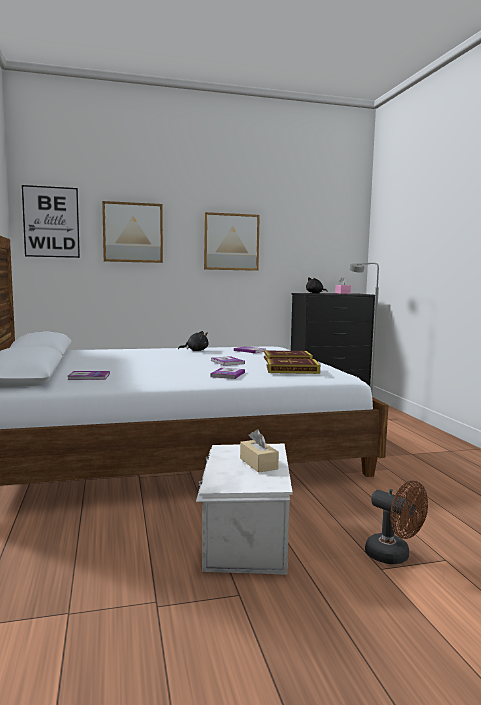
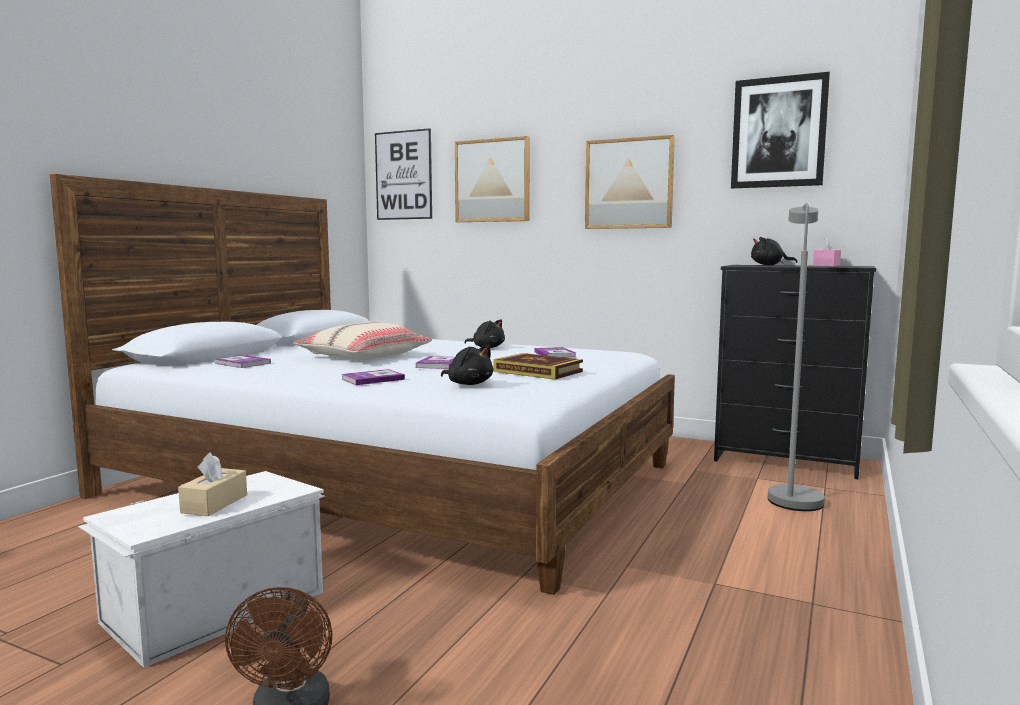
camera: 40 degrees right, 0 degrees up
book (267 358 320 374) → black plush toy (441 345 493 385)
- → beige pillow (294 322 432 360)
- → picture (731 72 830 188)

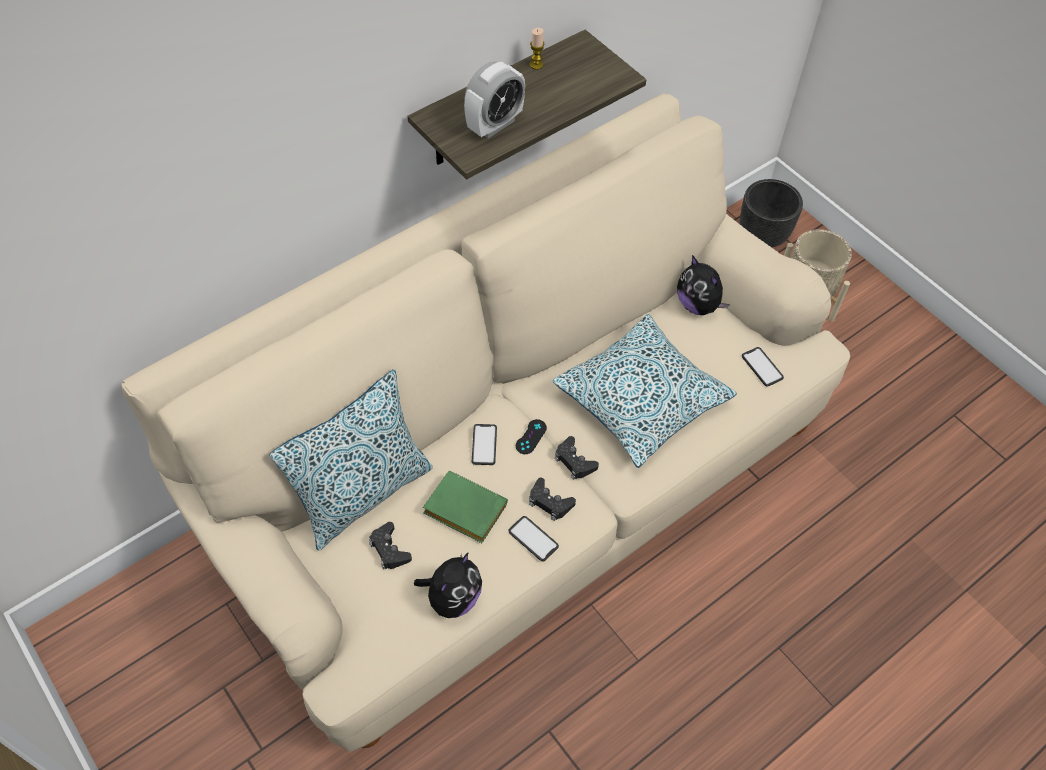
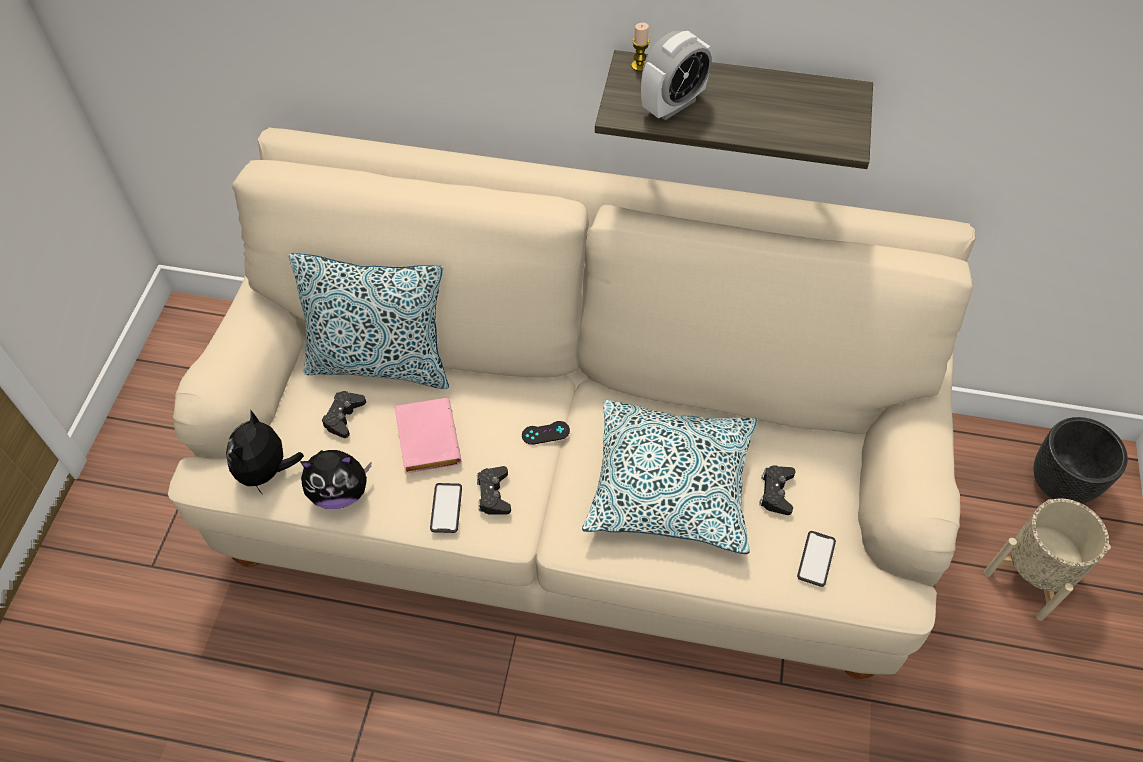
camera: 50 degrees right, 0 degrees up
green book (423 471 508 543) → pink book (394 398 462 474)
alarm clock (464 61 525 138) → alarm clock (641 31 712 120), 45 degrees counterclockwise
phone (472 424 497 465) → -
candle (530 28 544 70) → candle (631 23 649 71), shifted
black game controller (555 436 599 479) → black game controller (759 465 796 515), shifted
plush toy (677 255 730 315) → plush toy (226 409 304 492), shifted

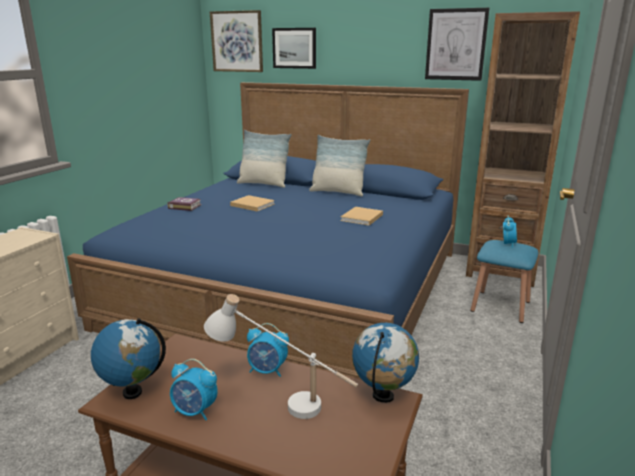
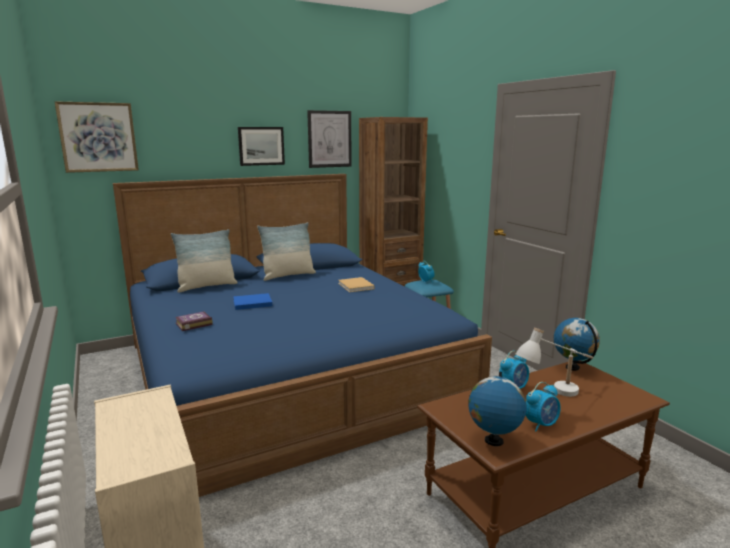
camera: 50 degrees left, 5 degrees down
beige book (230 195 275 211) → blue book (233 293 272 310)
picture (272 28 316 69) → picture (238 127 285 166), shifted

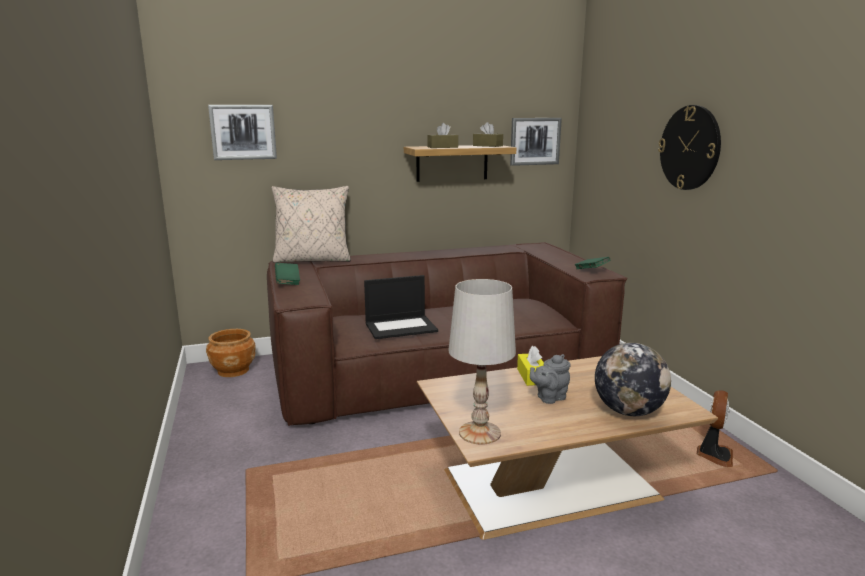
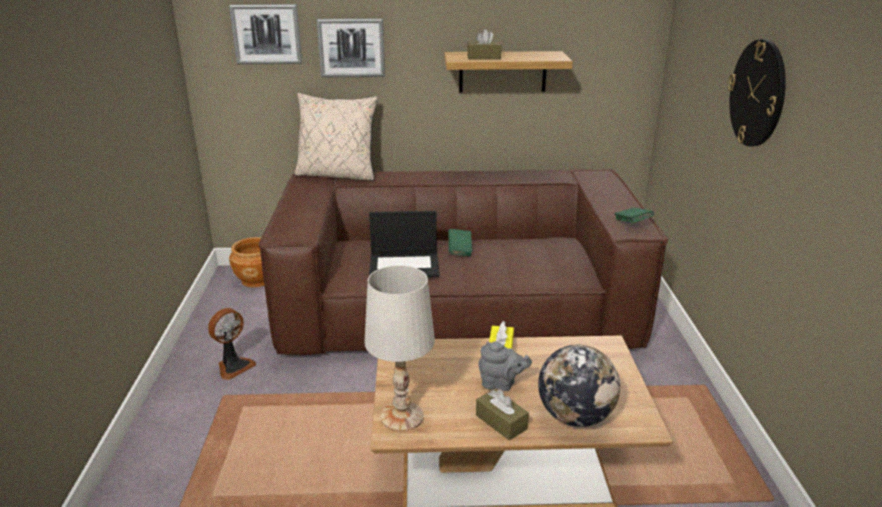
camera: 15 degrees right, 10 degrees up
green book (275 263 300 285) → green book (448 229 472 256), shifted
brown tissue box (473 122 503 147) → brown tissue box (476 389 529 440), shifted
picture (510 118 562 166) → picture (316 18 385 77), shifted
grey teapot (530 354 570 404) → grey teapot (478 341 532 391), 150 degrees counterclockwise
fan (697 390 733 467) → fan (208 308 256 380), shifted

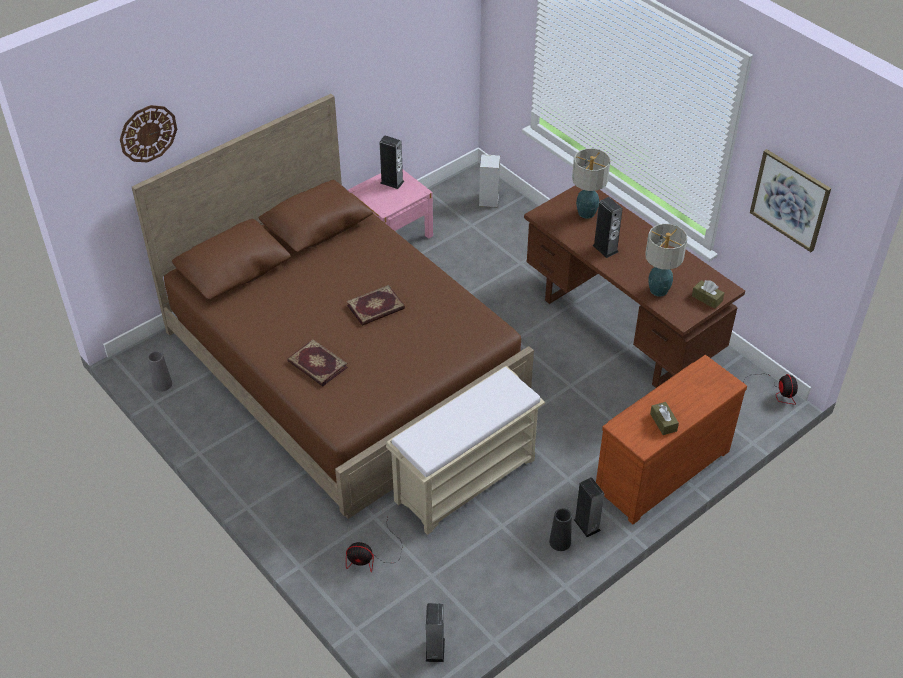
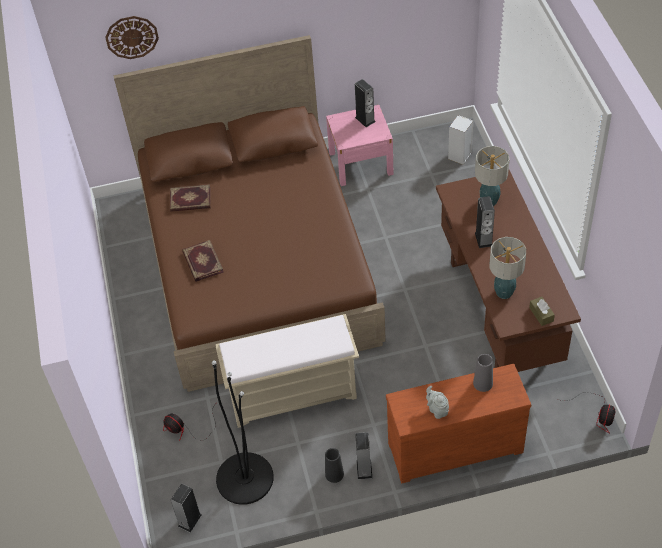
camera: 30 degrees right, 5 degrees up
grey vase (148 351 172 392) → grey vase (473 354 493 392), shifted
book (347 285 405 326) → book (170 184 211 212), shifted
brown tissue box (650 402 679 435) → grey teapot (426 386 449 419)
picture (750 149 831 252) → -
- → black floor lamp (212 360 274 505)

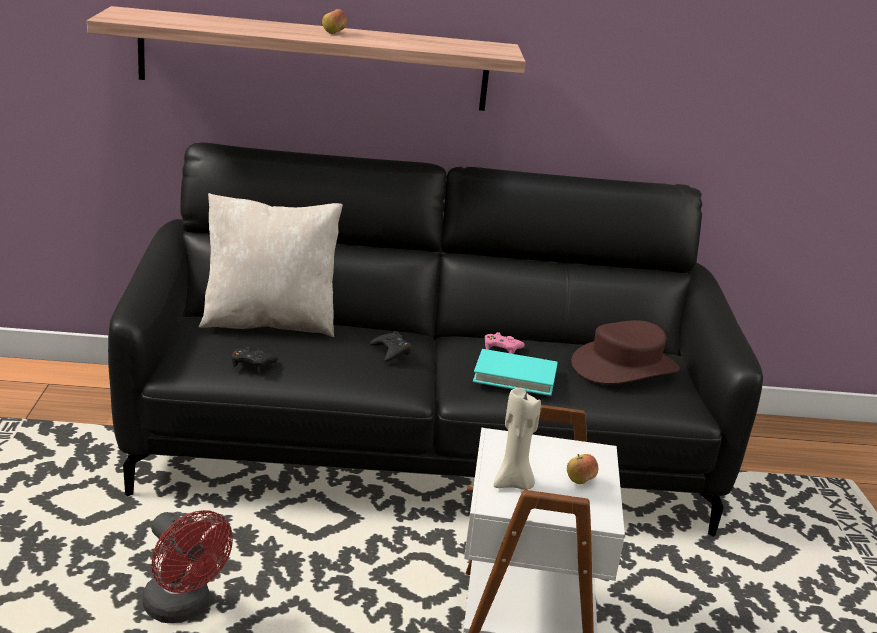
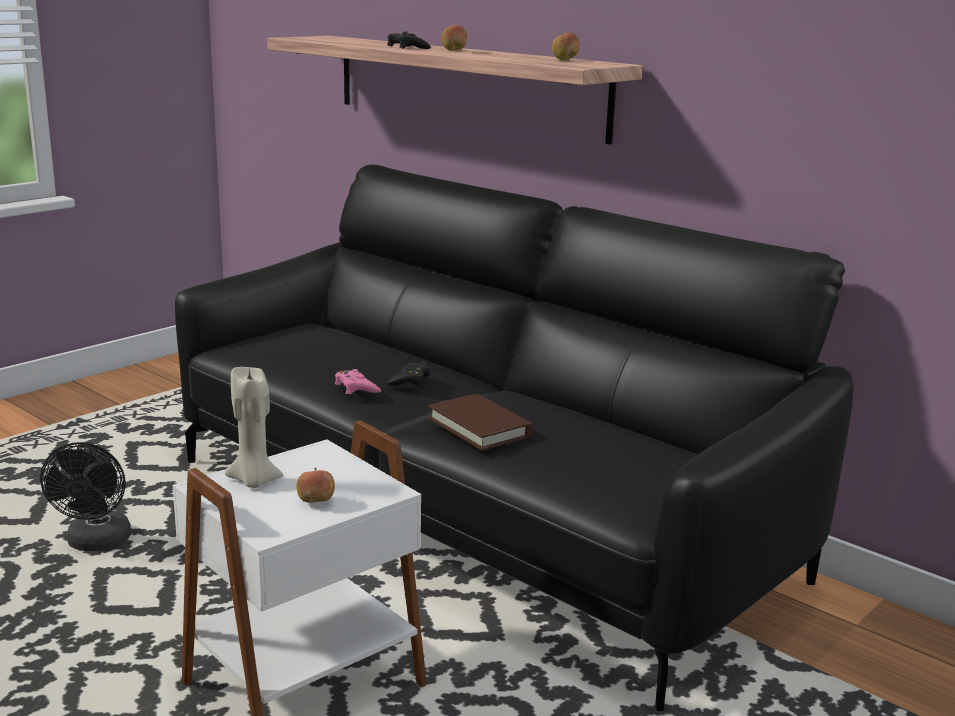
camera: 45 degrees right, 5 degrees down
red fan (142 510 233 623) → black fan (40 442 131 551)
beige pillow (199 193 343 337) → -
black game controller (232 347 278 372) → black game controller (387 32 431 49), shifted
turquoise book (473 349 558 396) → brown book (428 394 534 451)
pink game controller (485 332 525 354) → pink game controller (335 369 381 394), shifted
brown hat (571 320 680 384) → -
- → apple (552 32 580 60)

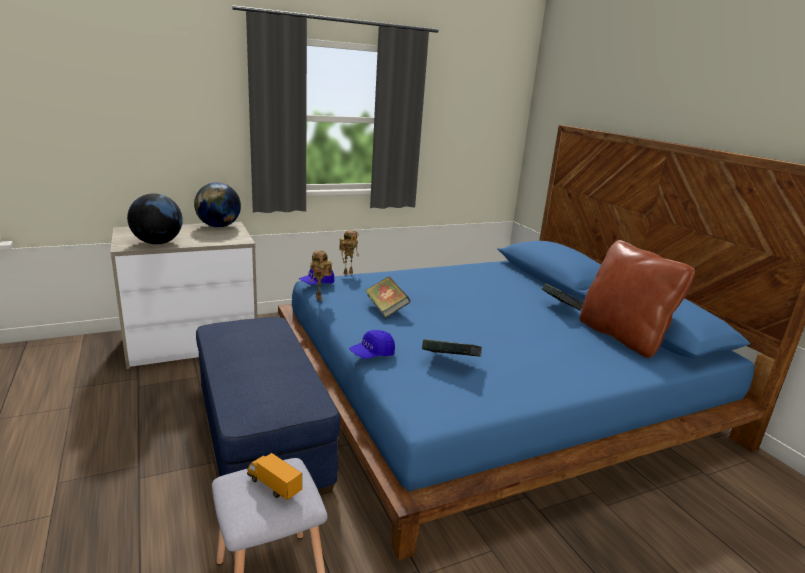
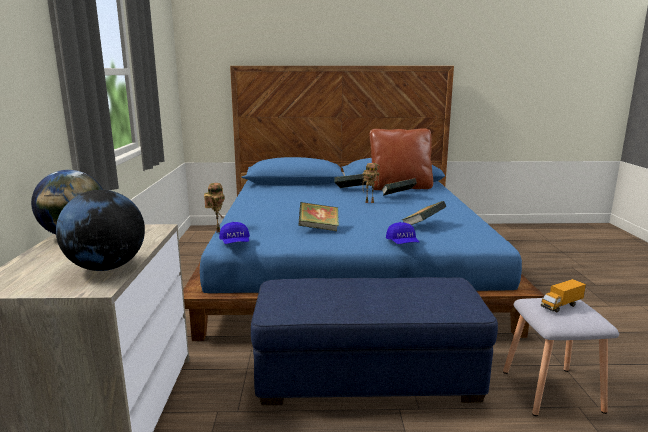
camera: 65 degrees left, 5 degrees down
toy robot (310 250 332 301) → toy robot (362 163 380 203), shifted
- → book (381 178 417 196)

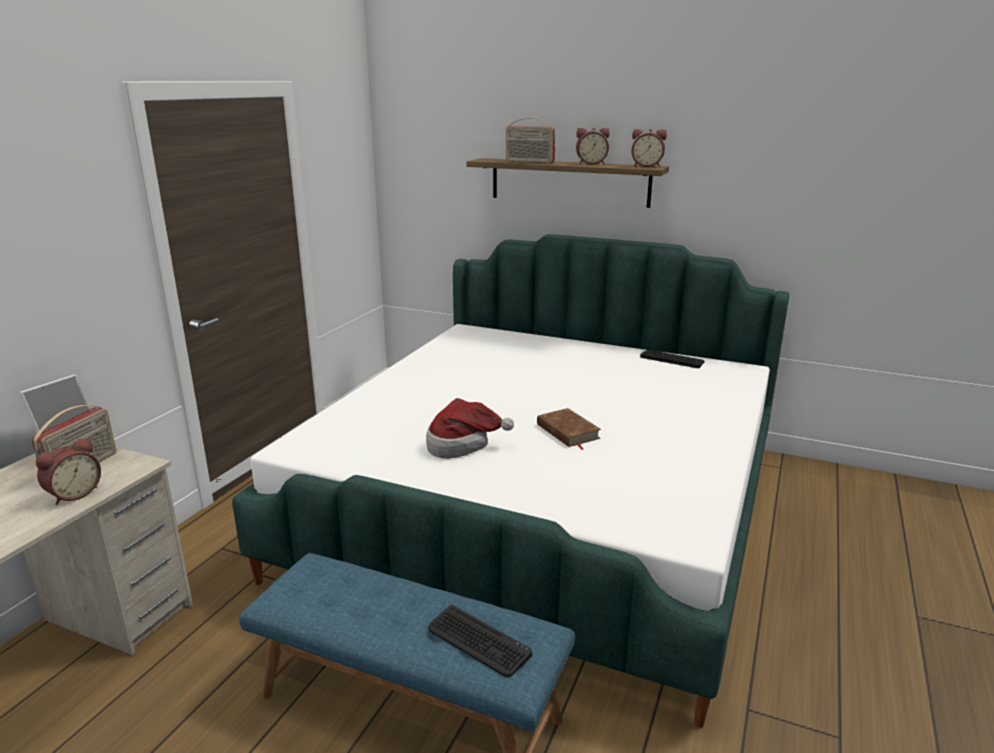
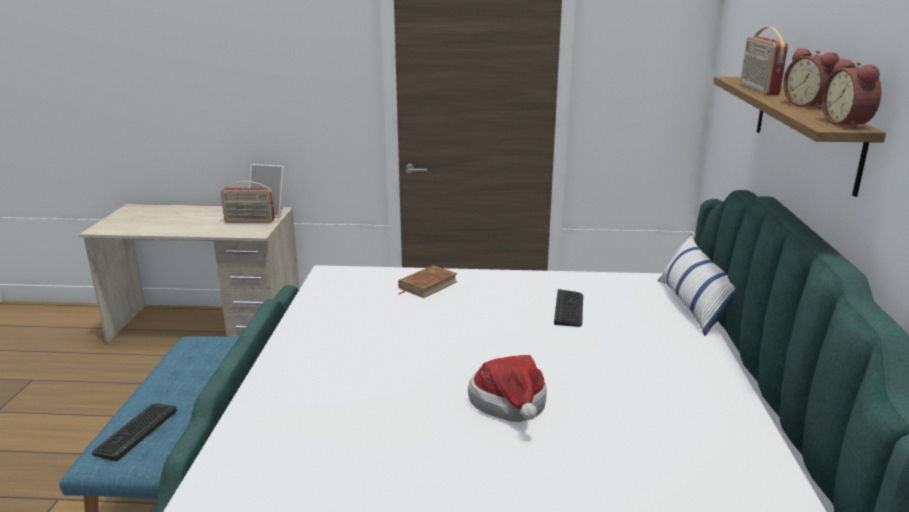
camera: 70 degrees right, 0 degrees up
alarm clock (36 437 101 505) → -
hat (426 398 514 459) → hat (468 355 547 422), shifted
brown book (537 408 601 450) → brown book (397 265 458 298), shifted
keyboard (640 350 705 368) → keyboard (554 289 583 327), shifted
- → pillow (658 234 736 336)

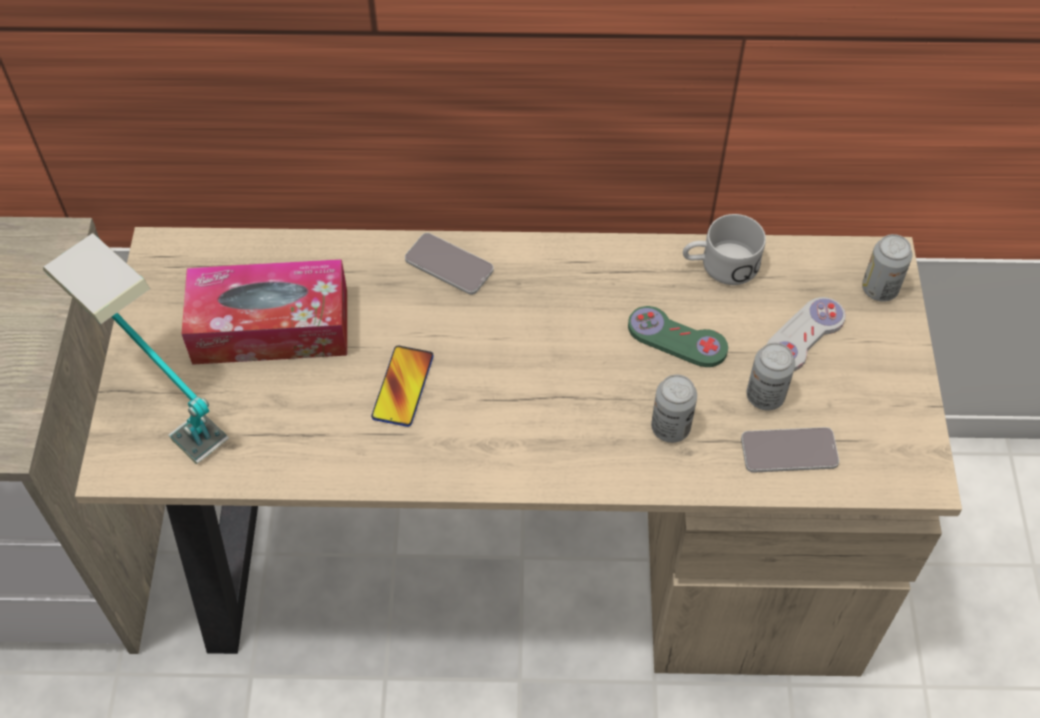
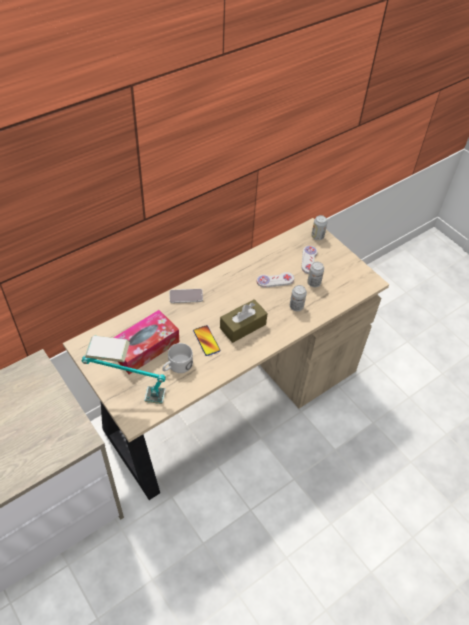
camera: 40 degrees left, 5 degrees down
green game controller (628 306 728 367) → white game controller (257 272 294 288)
white mug (683 214 766 285) → white mug (162 343 193 373), shifted
phone (741 427 839 473) → -
- → brown tissue box (220 299 268 343)

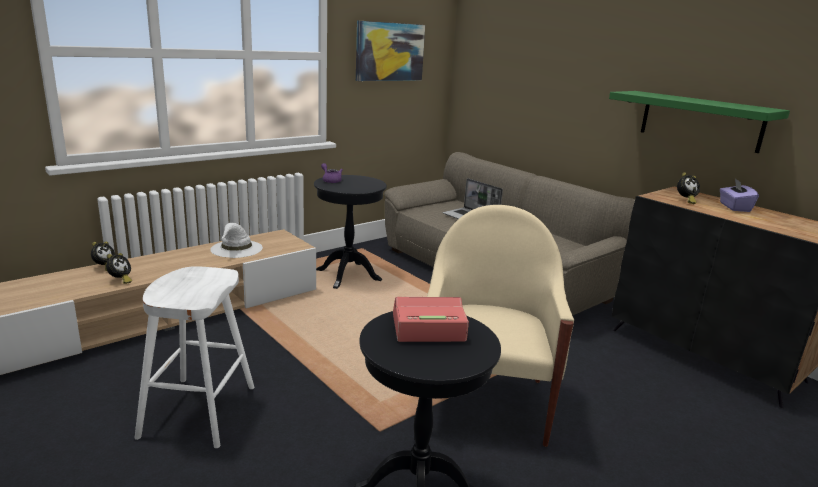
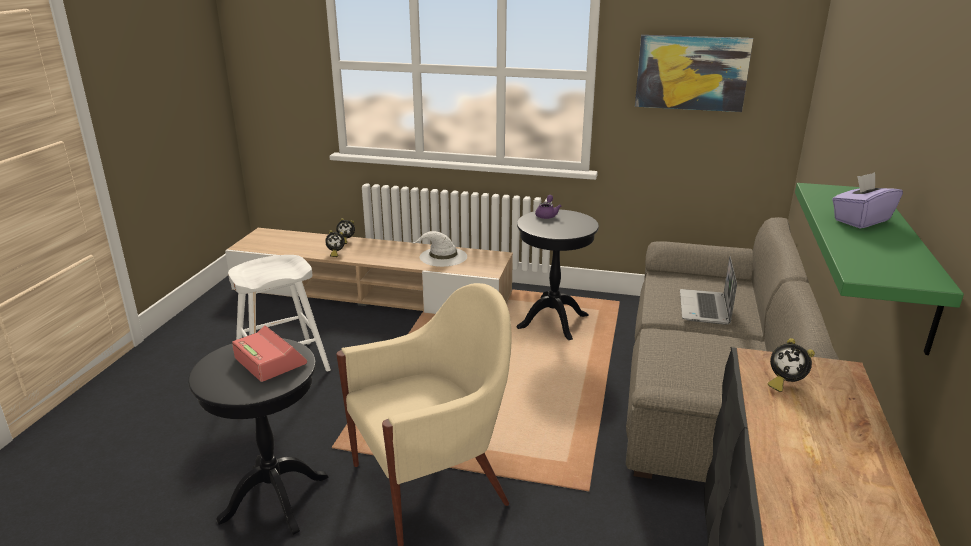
camera: 55 degrees right, 5 degrees up
purple tissue box (720 179 759 212) → purple tissue box (832 172 903 228), shifted

